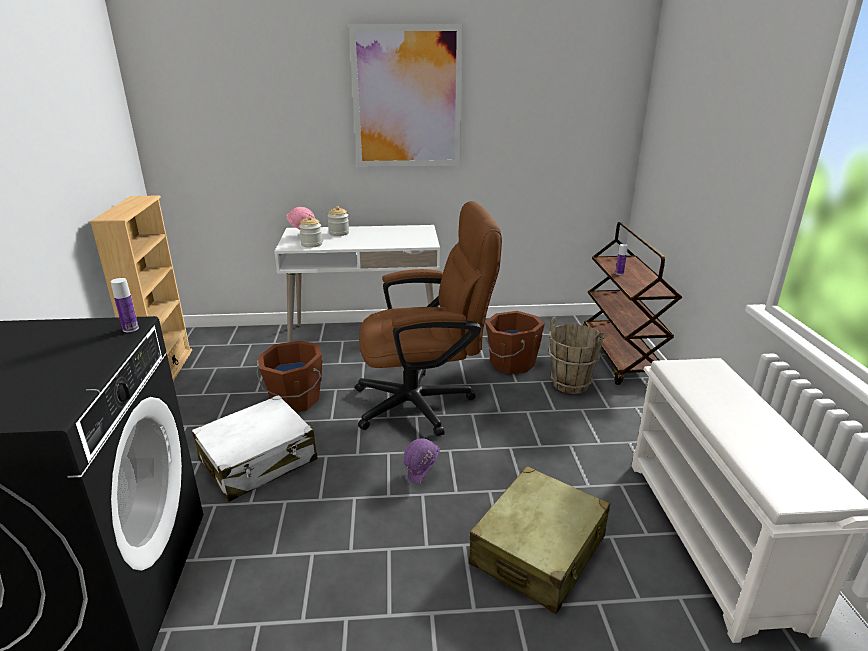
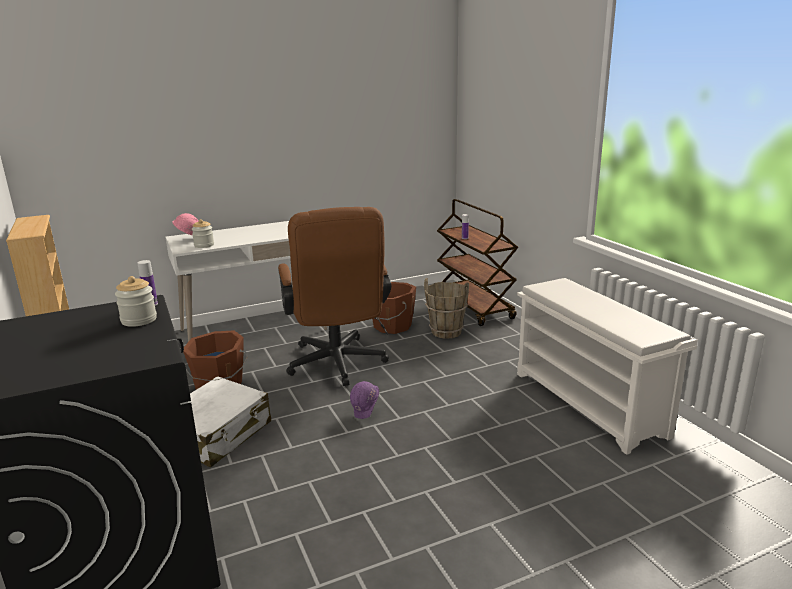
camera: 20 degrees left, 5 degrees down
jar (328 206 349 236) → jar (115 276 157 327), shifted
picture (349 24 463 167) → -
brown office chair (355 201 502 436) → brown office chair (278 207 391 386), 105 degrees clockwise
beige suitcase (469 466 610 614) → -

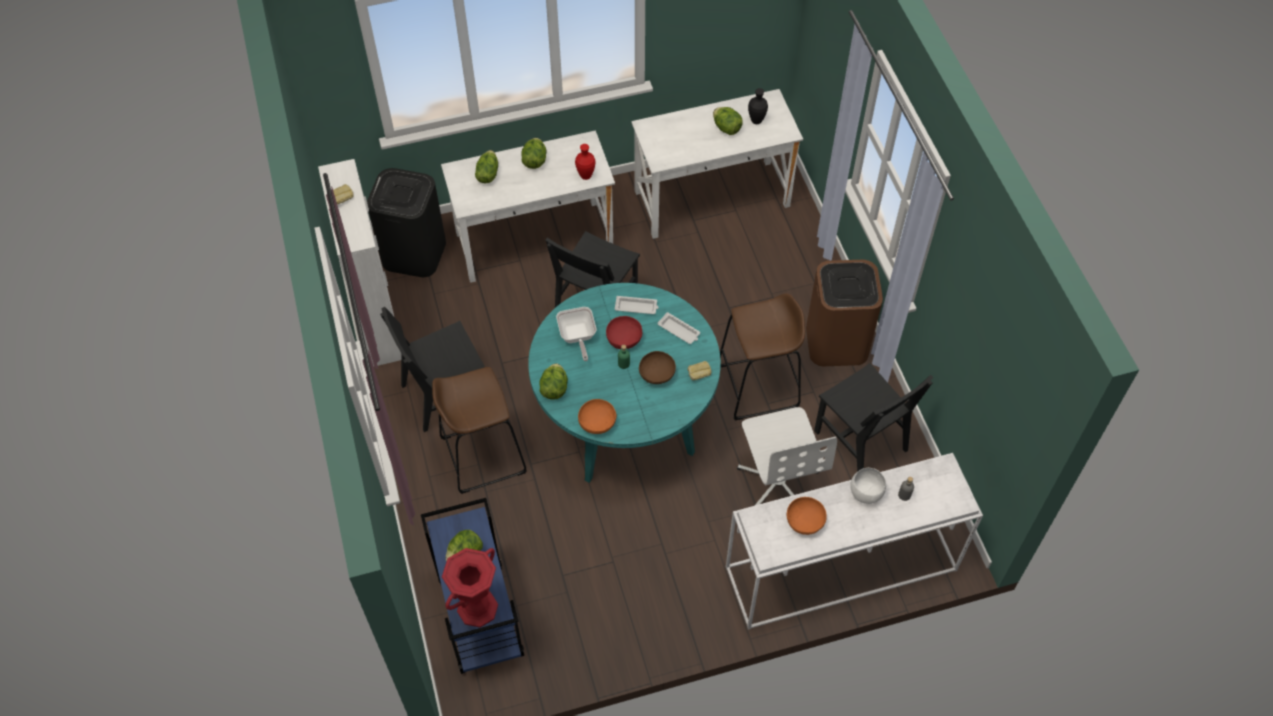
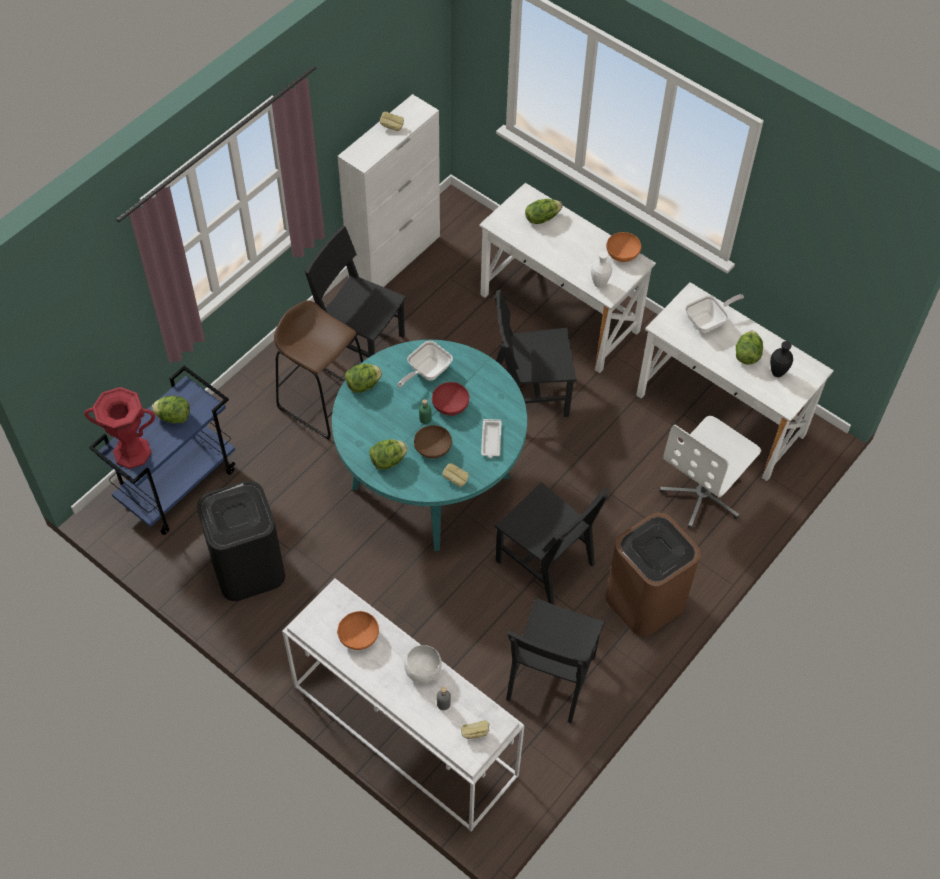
camera: 55 degrees right, 0 degrees up
black trash can (367 168 446 277) → black trash can (197 481 285 601), shifted
lettuce (521 138 547 169) → lettuce (369 439 408 470), shifted
red vase (575 144 596 180) → white vase (591 251 612 288)
orange bowl (578 399 617 434) → orange bowl (607 232 641 262), shifted
white tray (615 296 659 314) → -
brown stool (720 293 805 420) → black chair (494 482 608 605)
white office chair (737 407 837 505) → white office chair (660 416 761 529), shifted
- → bread (461 720 489 739)
- → frying pan (685 294 744 333)

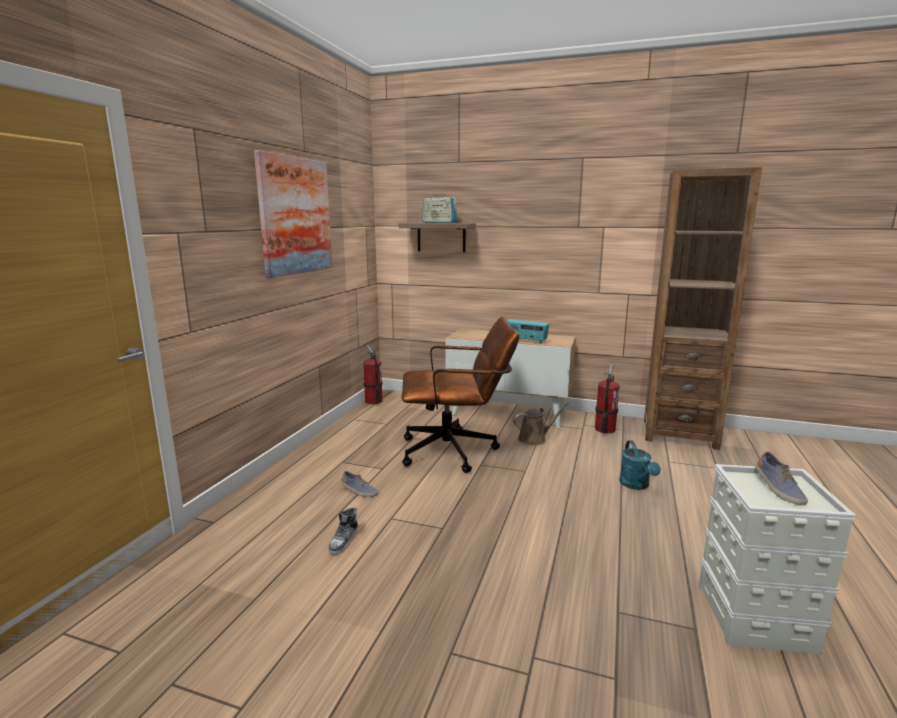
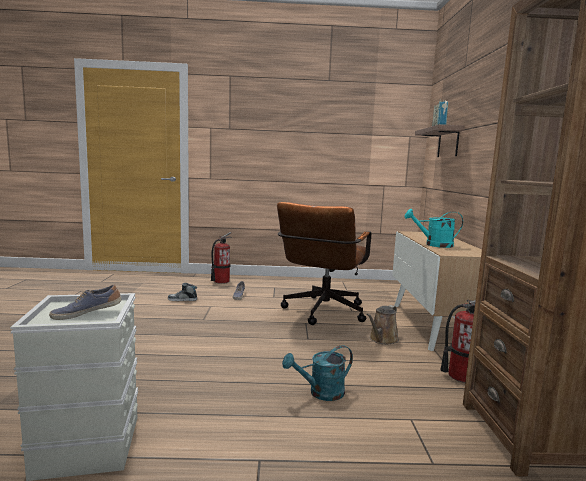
camera: 70 degrees right, 5 degrees down
picture (254 150 332 278) → -
fire extinguisher (363 345 383 404) → fire extinguisher (211 232 232 284), shifted
brown office chair (402 316 520 473) → brown office chair (277 202 371 325), 45 degrees clockwise
radio (507 319 549 343) → turquoise watering can (404 209 463 248)
brown watering can (513 402 569 445) → brown watering can (367 305 399 345), 75 degrees clockwise

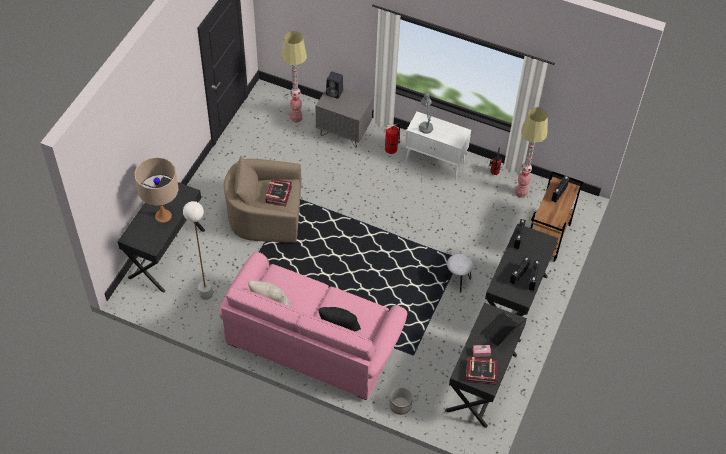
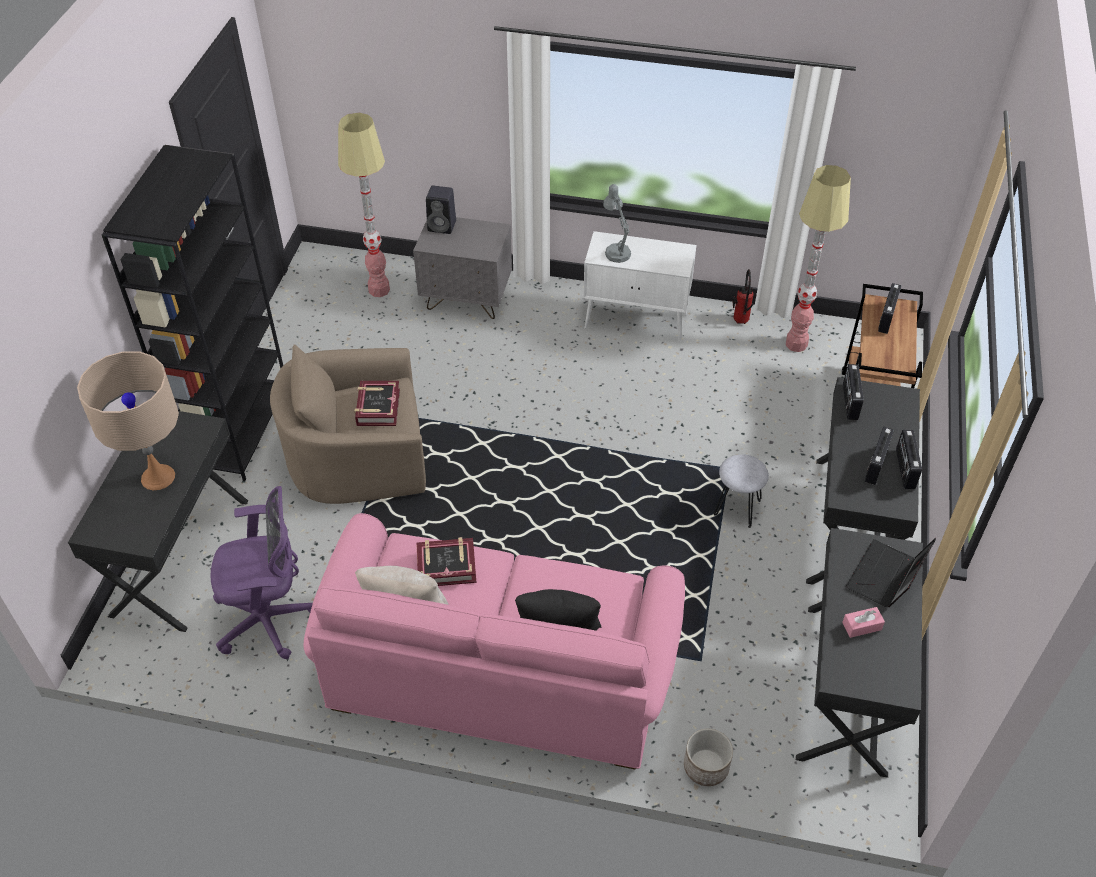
camera: 10 degrees left, 5 degrees down
white floor lamp (183 201 213 300) → purple office chair (210 486 313 659)
fire extinguisher (385 123 400 154) → -
book (466 357 498 384) → book (416 537 476 586), shifted
- → black bookcase (102 145 283 481)

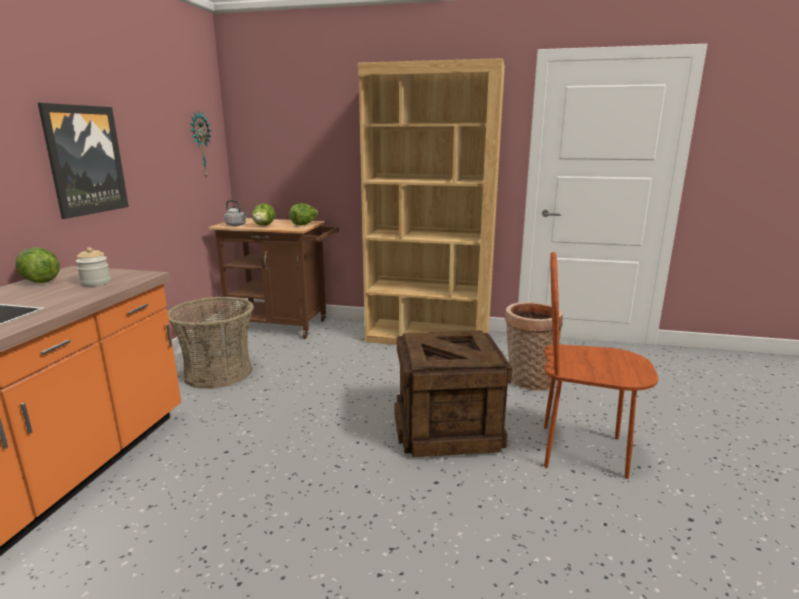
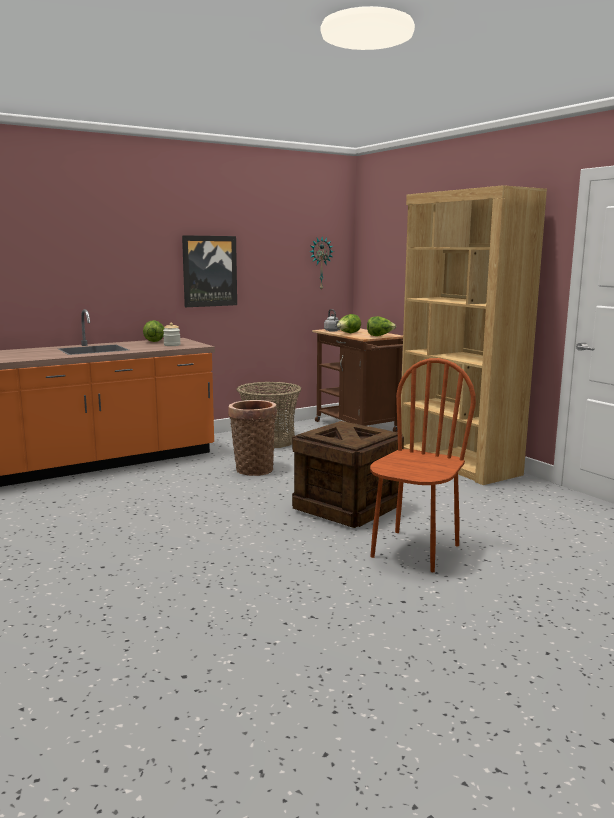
camera: 45 degrees right, 5 degrees down
basket (505 302 563 391) → basket (228 400 277 476), shifted
brown chair (544 252 659 479) → brown chair (370 358 476 572), 60 degrees clockwise

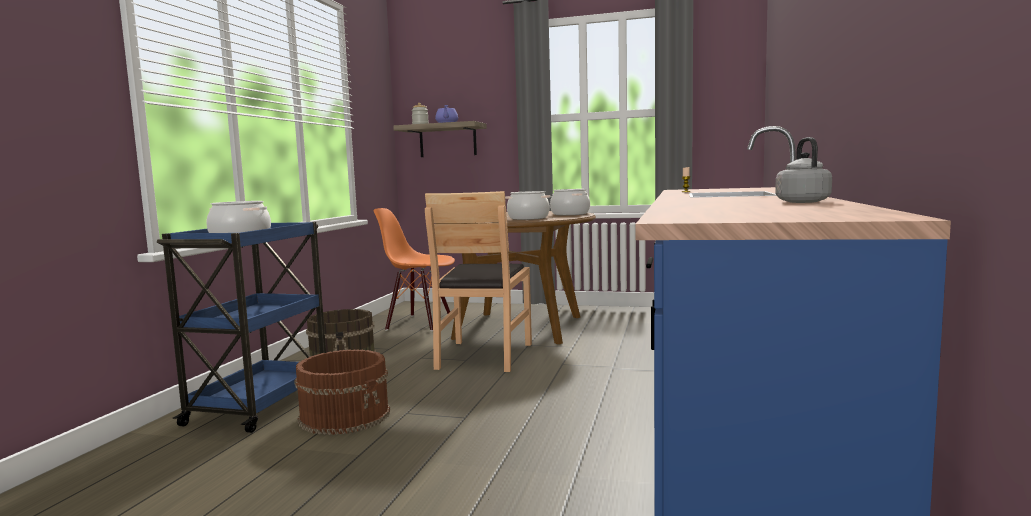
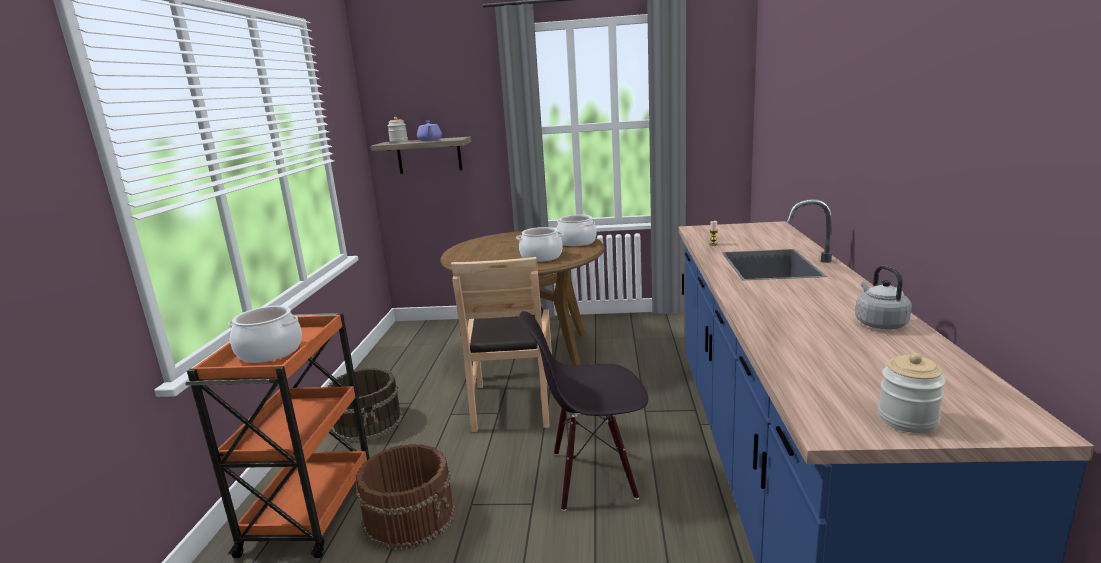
camera: 10 degrees left, 10 degrees up
blue cart (157 222 326 433) → orange cart (185 313 370 558)
orange chair (374 208 455 331) → -
- → black chair (519 311 648 511)
- → jar (878 353 946 433)

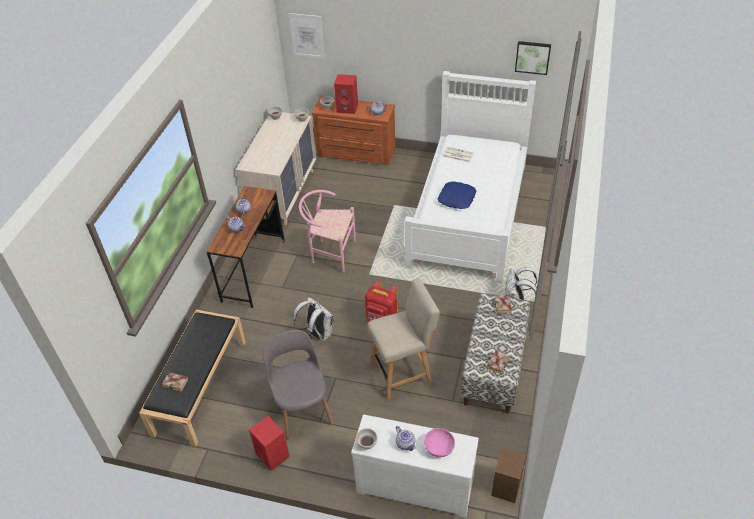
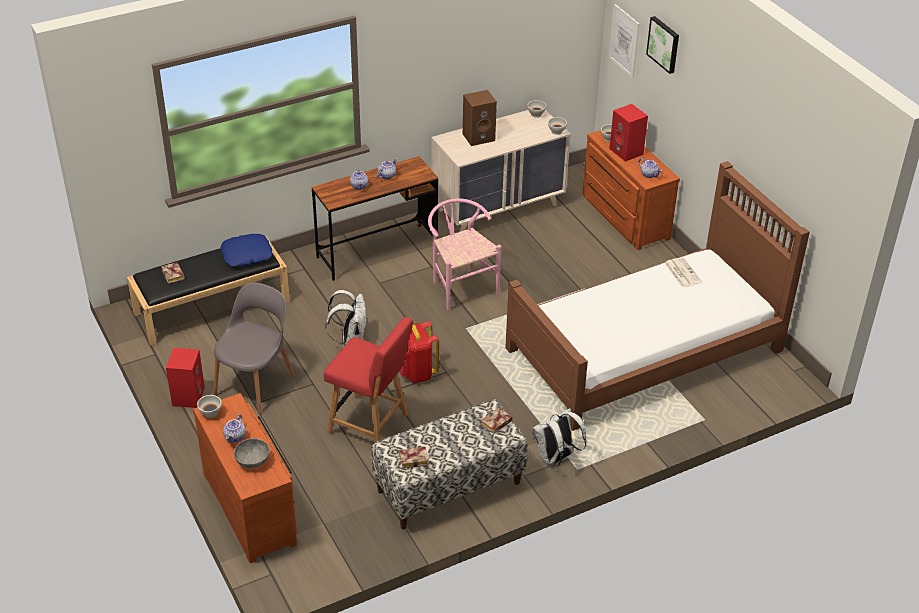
camera: 45 degrees right, 5 degrees down
white dresser (351 415 479 518) → brown dresser (193 393 297 563)
beige chair (367 278 440 399) → red chair (324 317 413 442)
white bed (405 71 536 284) → brown bed (505 161 810 431)
pink bowl (424 428 455 457) → grey bowl (234 438 270 469)
blue pillow (438 182 476 209) → blue pillow (220 234 272 266), shifted
brown speaker (491 448 526 503) → brown speaker (463 90 497 146), shifted
picture (515 41 551 75) → picture (646 16 679 74), shifted

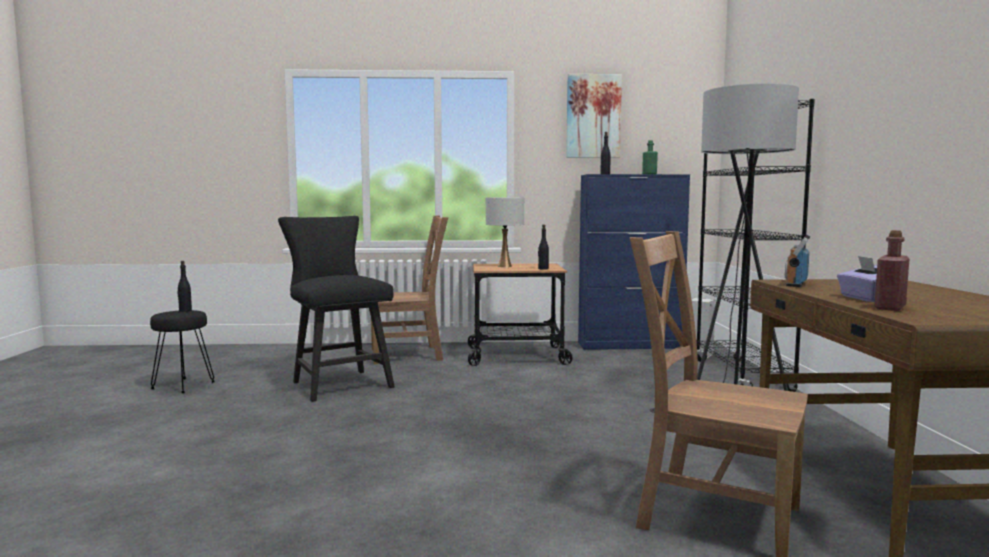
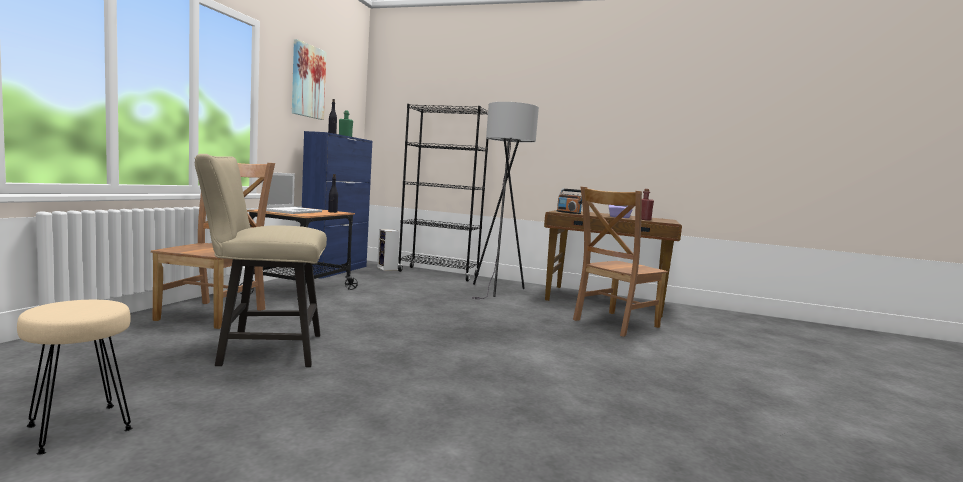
camera: 70 degrees left, 0 degrees up
black stool (150 310 215 393) → beige stool (17 300 132 455)
black bottle (177 261 192 312) → -
black chair (278 216 395 402) → beige chair (195 154 327 367)
white table lamp (486 198 524 267) → laptop (262 172 322 214)

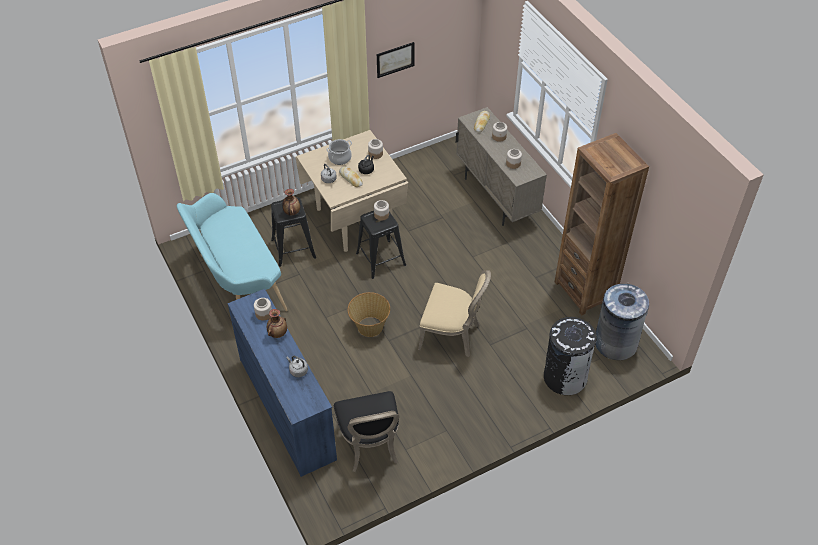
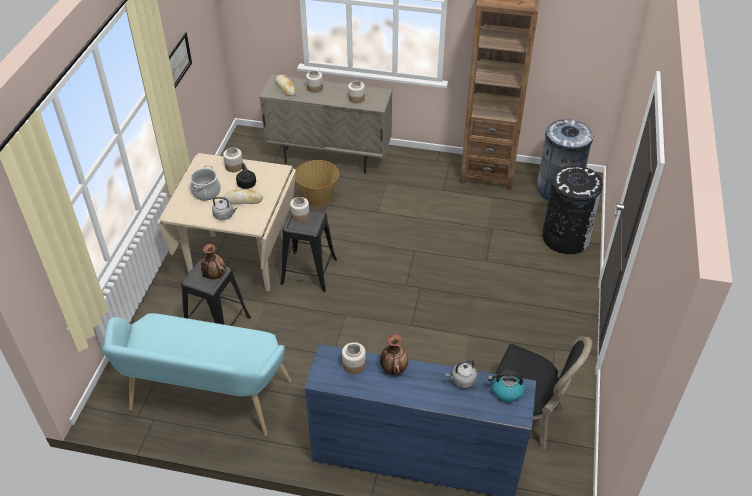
camera: 50 degrees left, 5 degrees down
basket (348 292 390 337) → basket (295 160 339 207), shifted
beige chair (418 270 491 357) → -
- → kettle (488 371 525 402)

